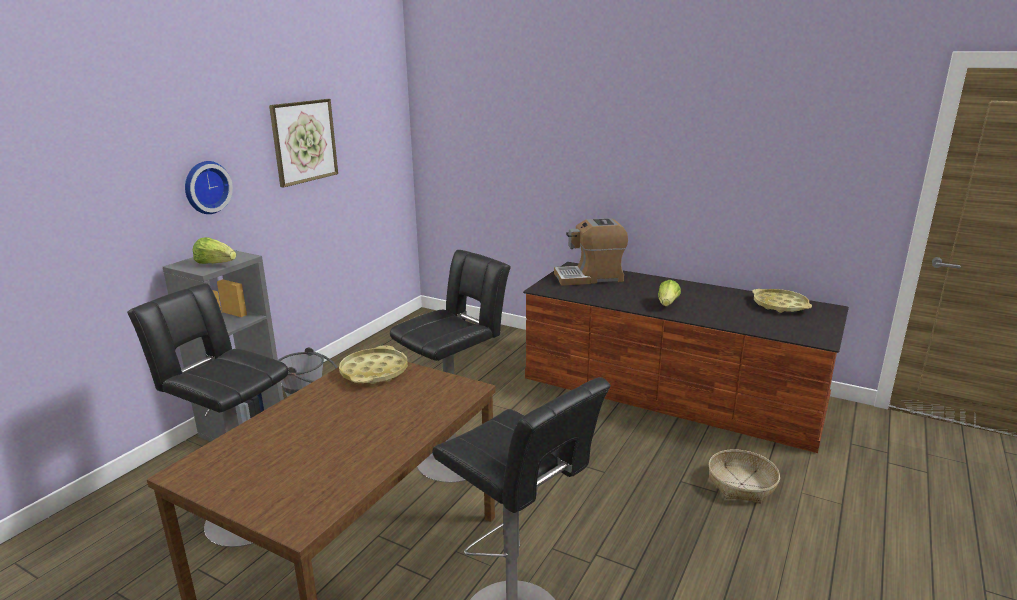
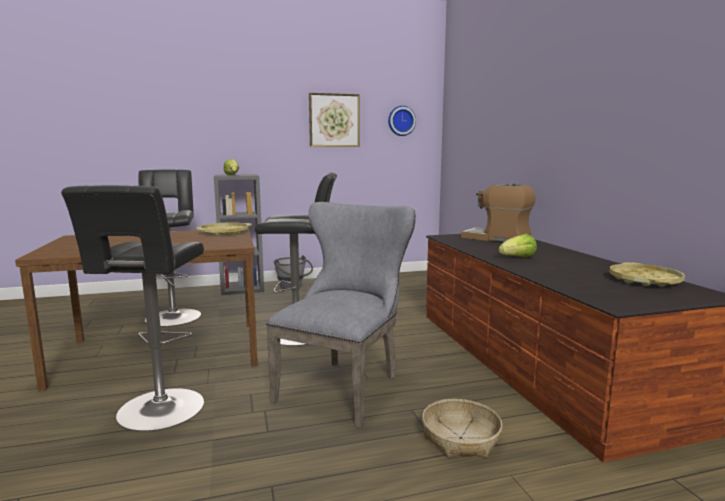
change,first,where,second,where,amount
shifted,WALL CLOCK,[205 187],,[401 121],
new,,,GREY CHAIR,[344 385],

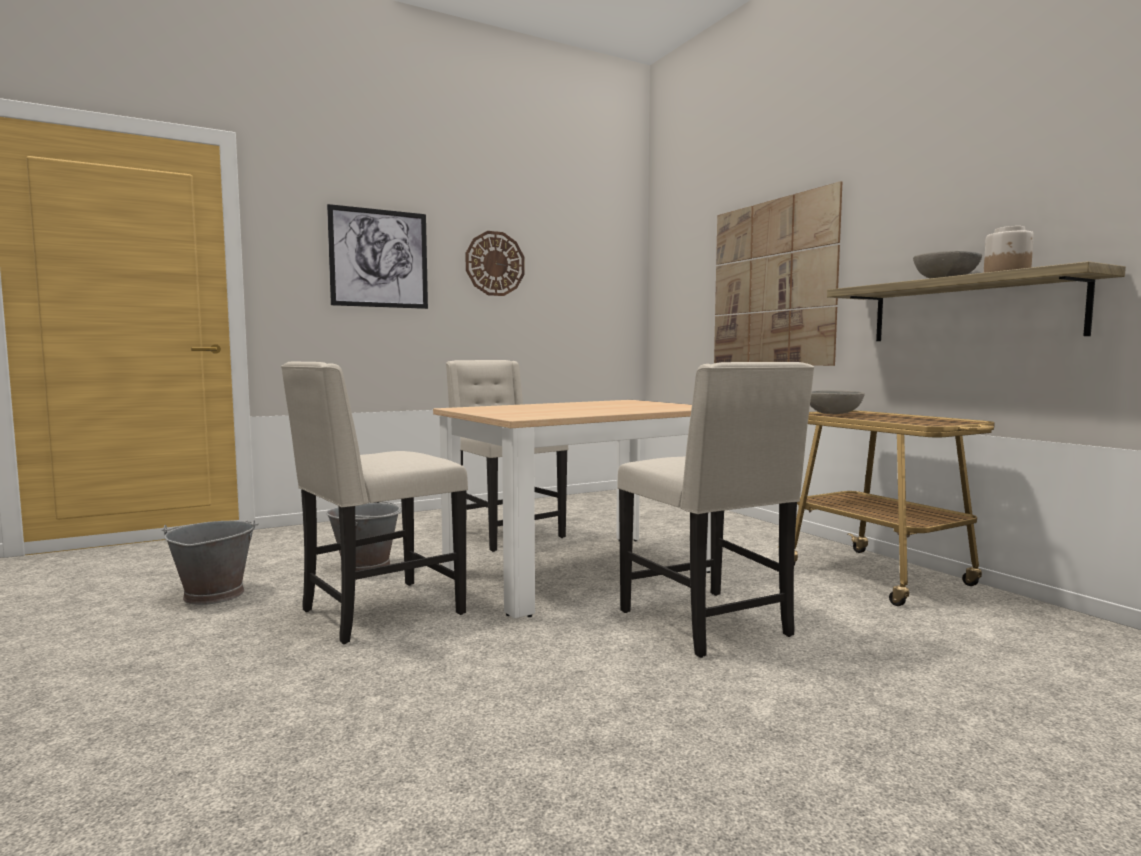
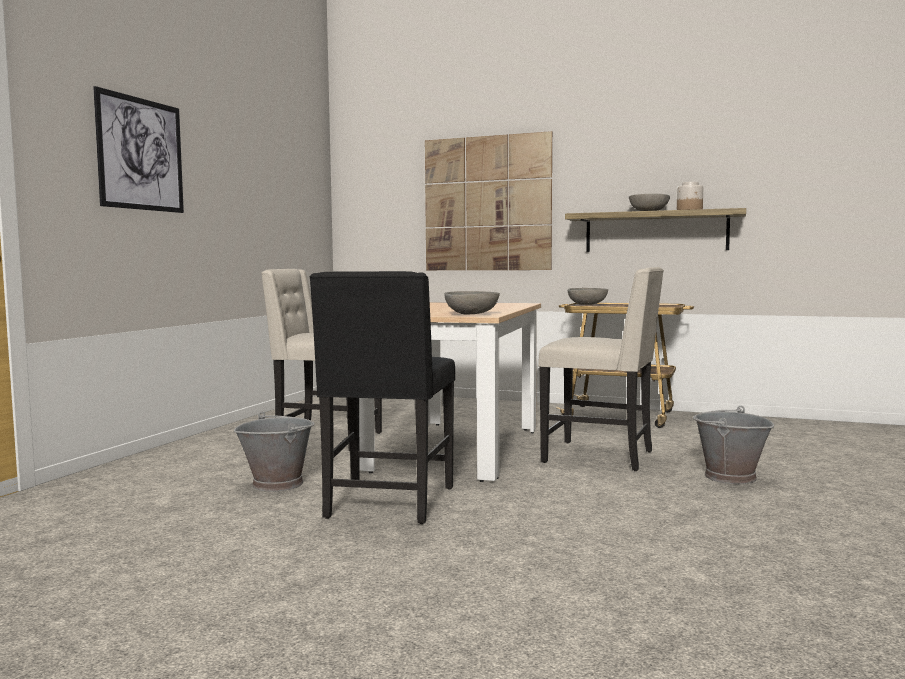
change,first,where,second,where,amount
gone,WALL CLOCK,[495 263],,,
repainted,BEIGE CHAIR,[378 612],BLACK CHAIR,[388 503],
shifted,GREY BUCKET,[213 595],,[729 477],
new,,,GREY BOWL,[471 314],

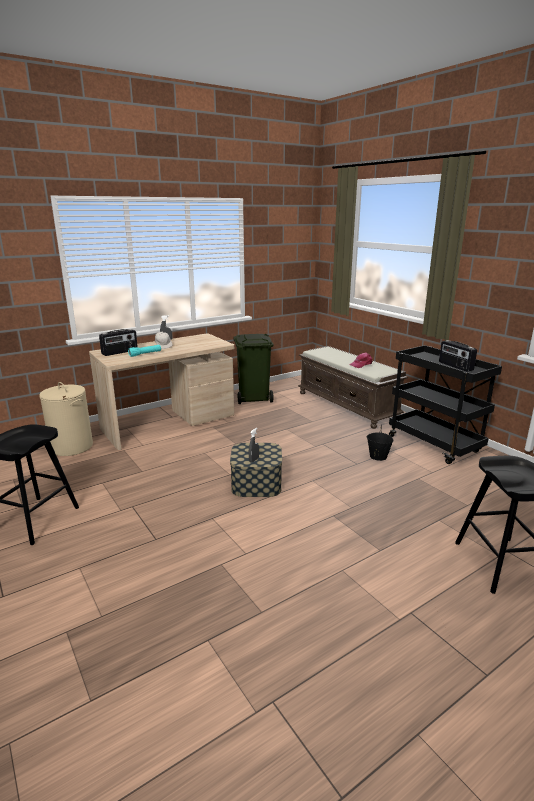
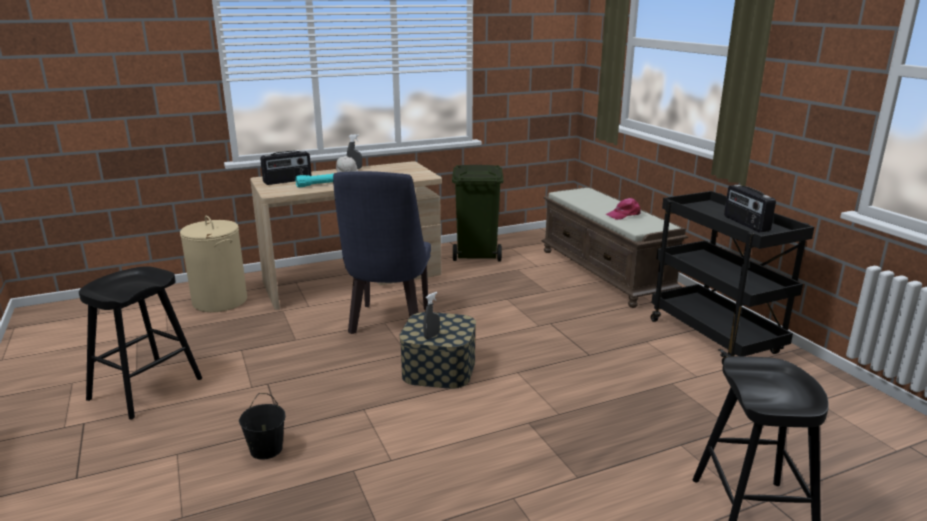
change,first,where,second,where,amount
shifted,BLACK BUCKET,[378 456],,[266 449],
new,,,BLUE CHAIR,[389 324],

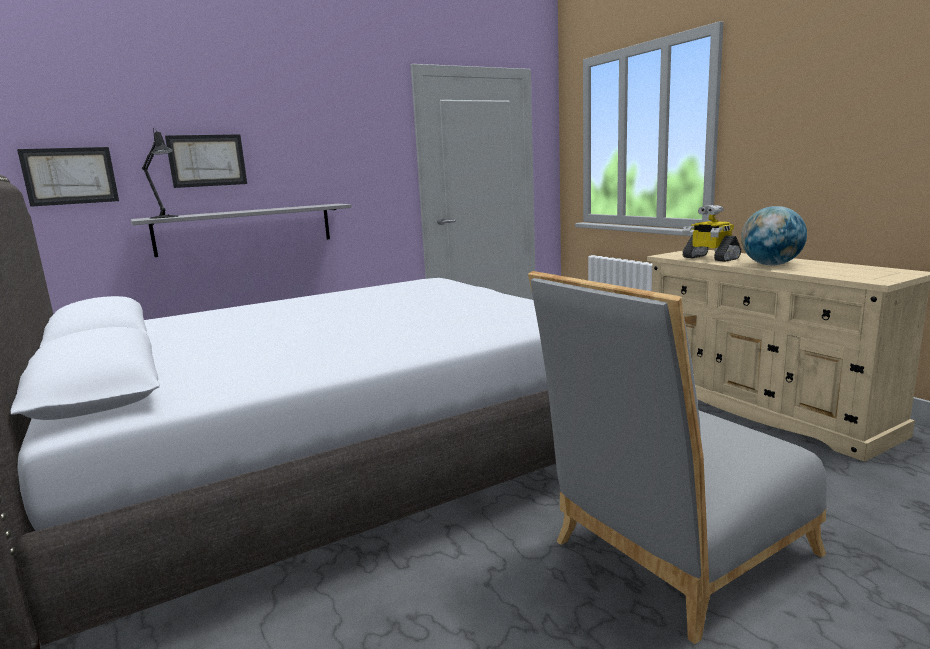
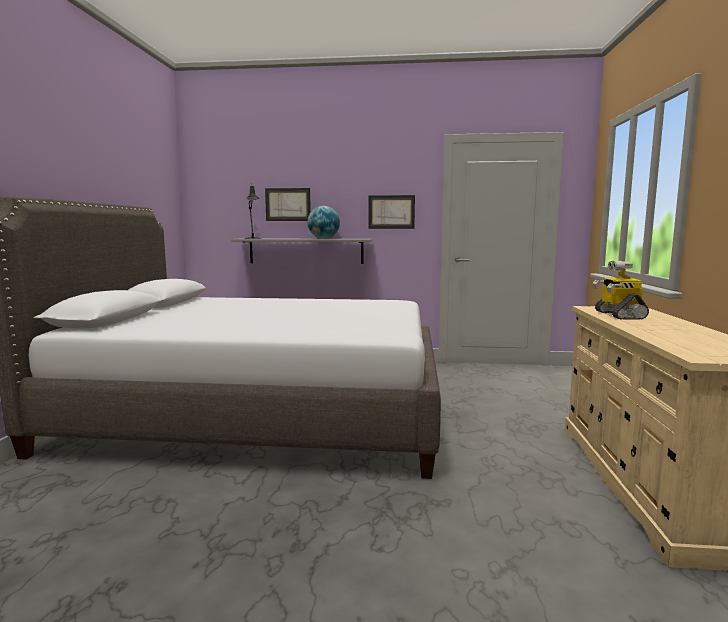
change,first,where,second,where,amount
shifted,PICTURE,[70 176],,[391 212],
shifted,GLOBE,[770 265],,[323 238],
gone,GREY CHAIR,[674 553],,,

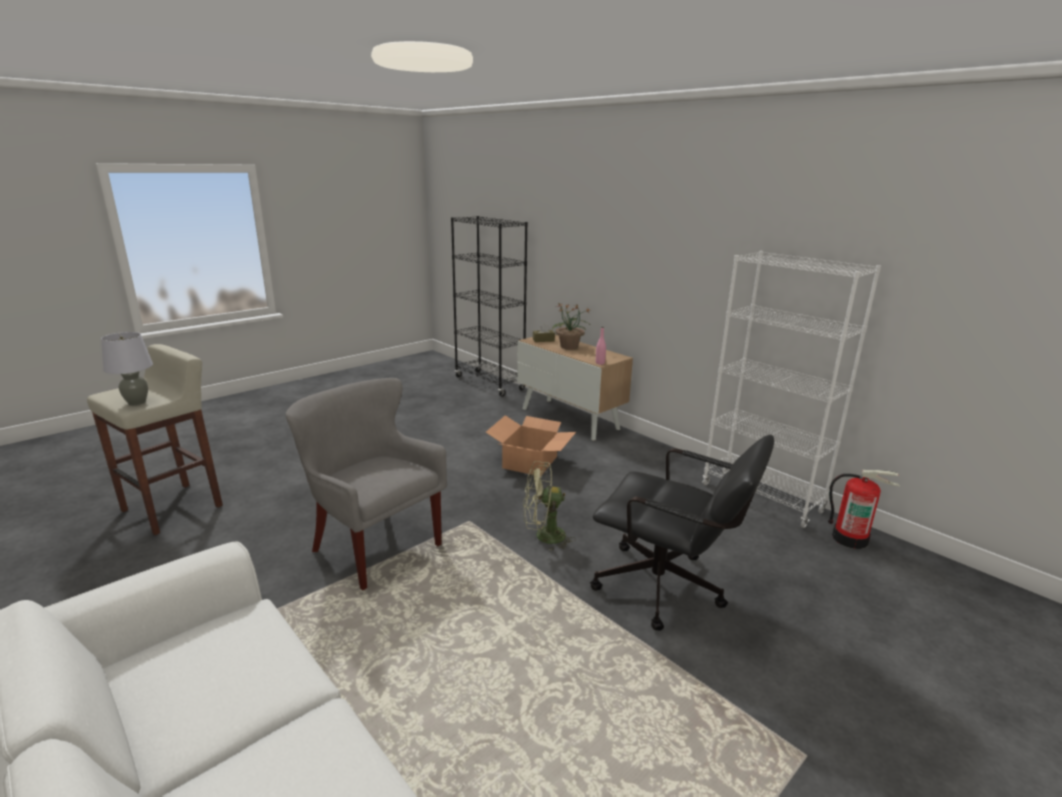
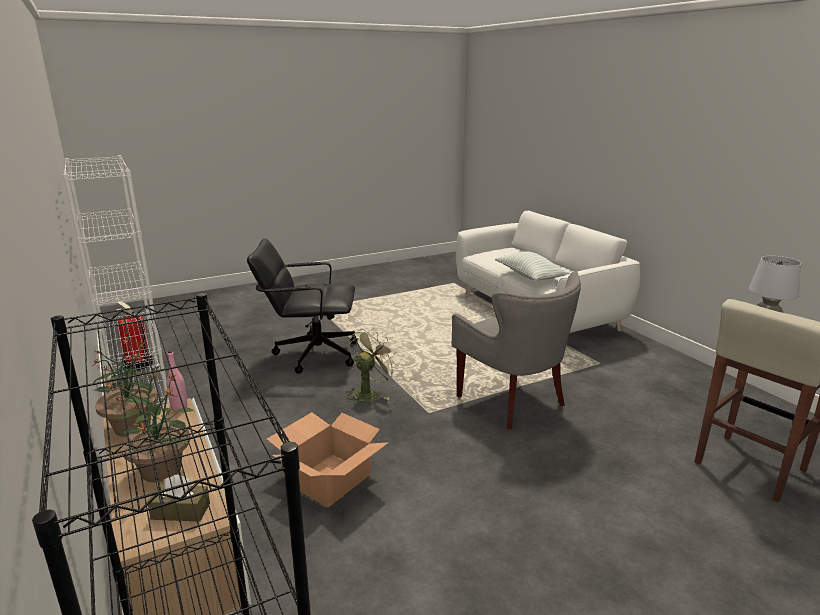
change,first,where,second,where,amount
rotated,BLACK OFFICE CHAIR,[669 590],,[309 354],45 degrees counterclockwise
rotated,GREEN FAN,[543 537],,[369 393],60 degrees counterclockwise
new,,,PILLOW,[530 276],
new,,,POTTED PLANT,[132 426],

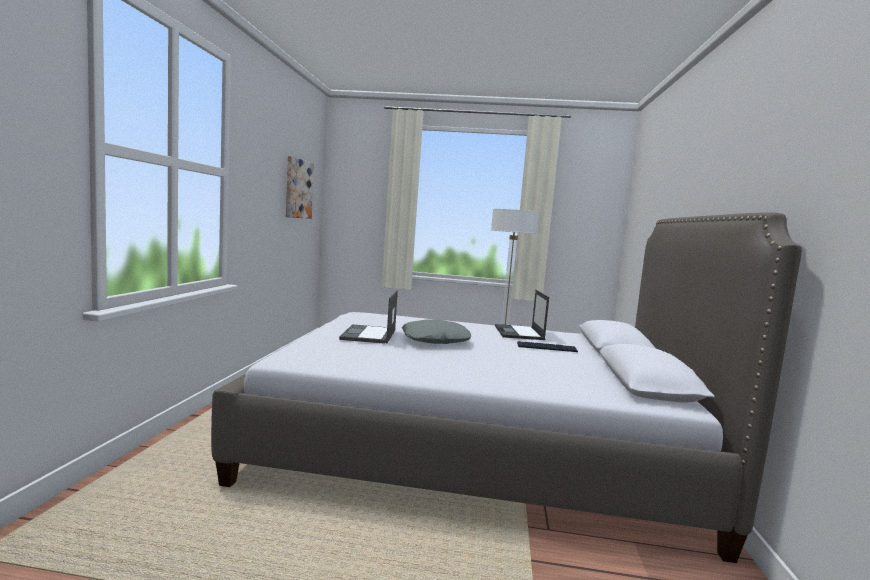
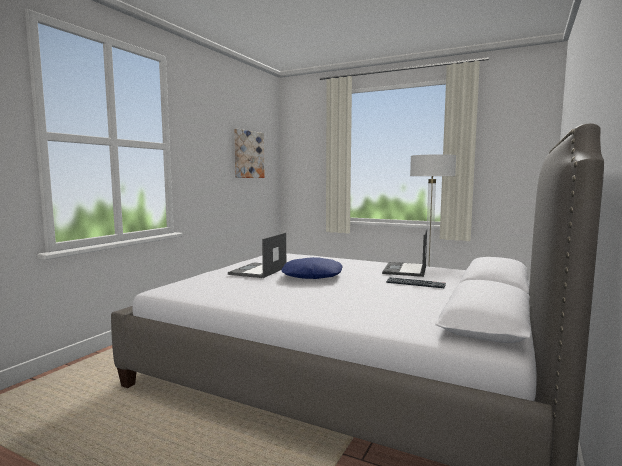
change,first,where,second,where,amount
repainted,GREY PILLOW,[435 340],BLUE PILLOW,[312 275],

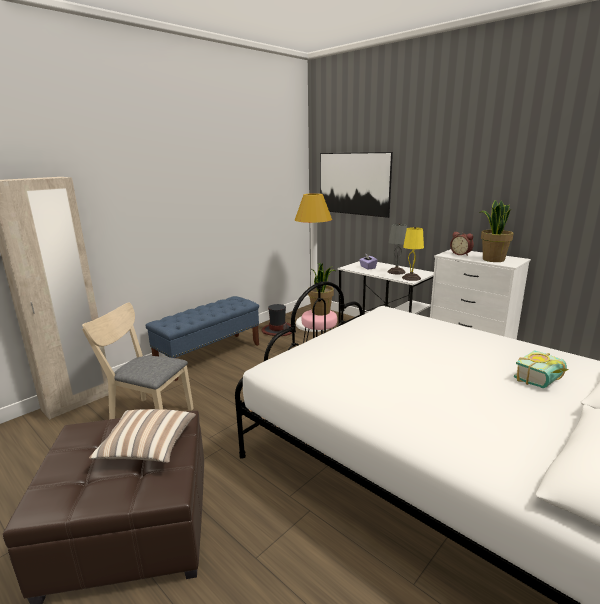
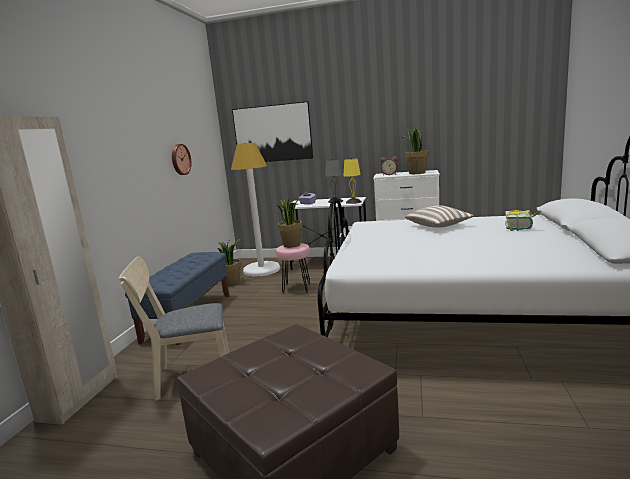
change,first,where,second,where,amount
swapped,HAT,[277 330],POTTED PLANT,[233 282],
shifted,PILLOW,[148 448],,[439 226],
new,,,WALL CLOCK,[180 159],

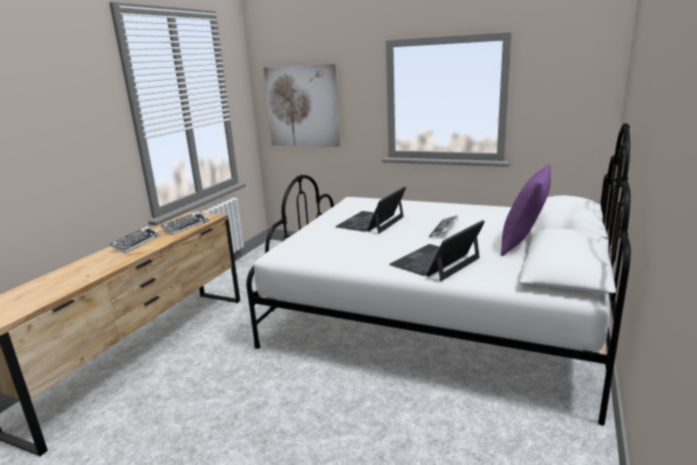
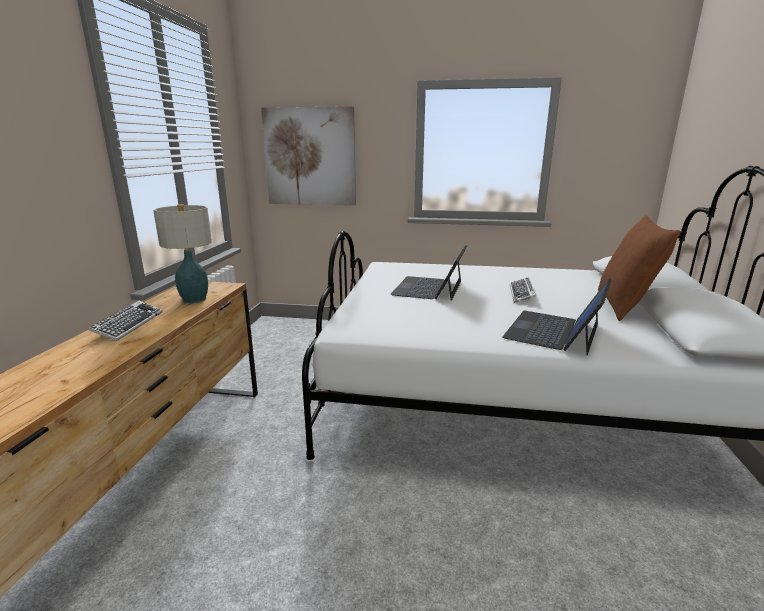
change,first,where,second,where,amount
repainted,PURPLE PILLOW,[523 243],BROWN PILLOW,[625 306],
swapped,KEYBOARD,[186 226],TABLE LAMP,[194 299],

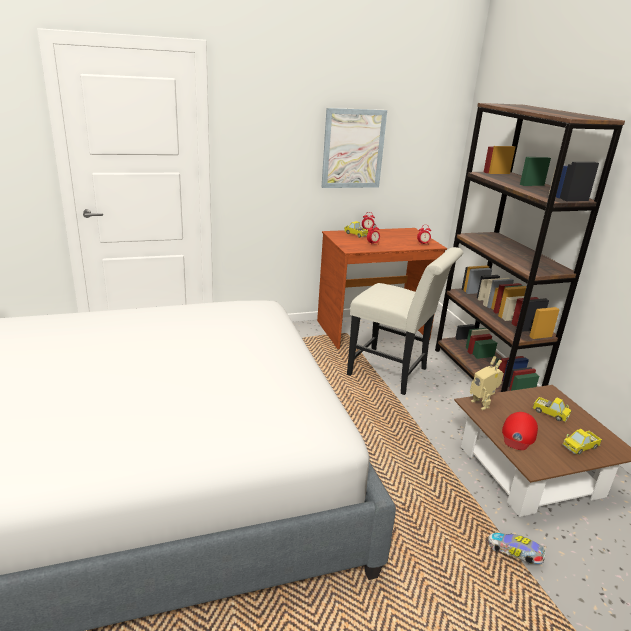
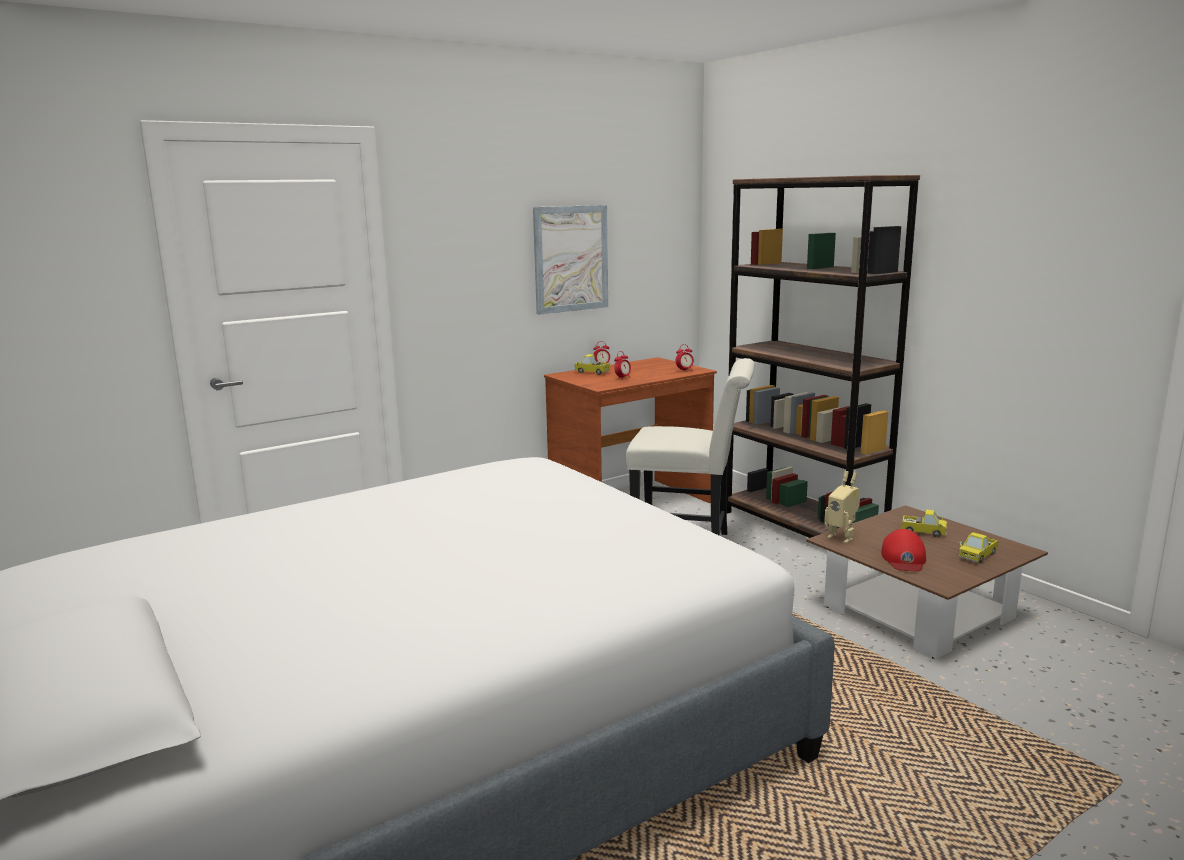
change,first,where,second,where,amount
gone,TOY CAR,[515 554],,,

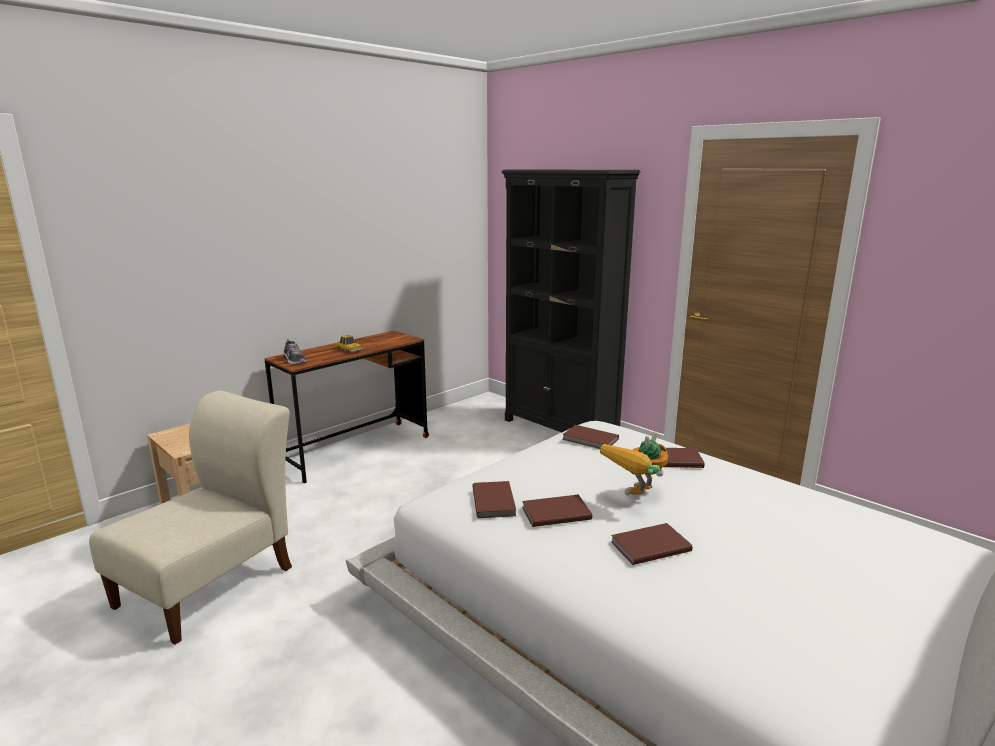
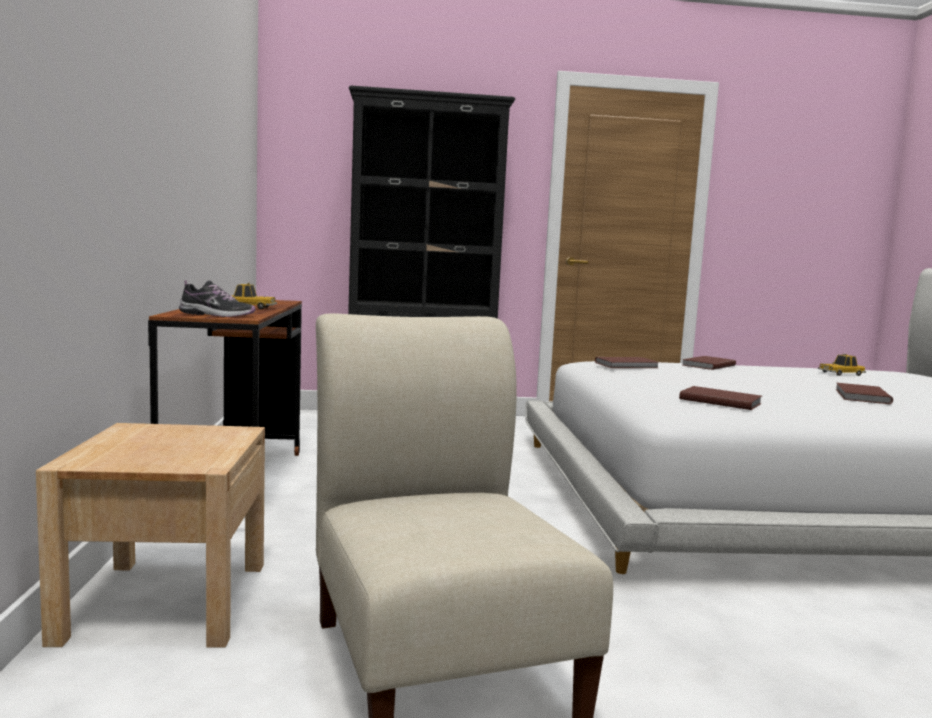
change,first,where,second,where,amount
gone,TOY ROBOT,[637 499],,,
gone,BROWN BOOK,[555 512],,,
new,,,TOY CAR,[841 374],

